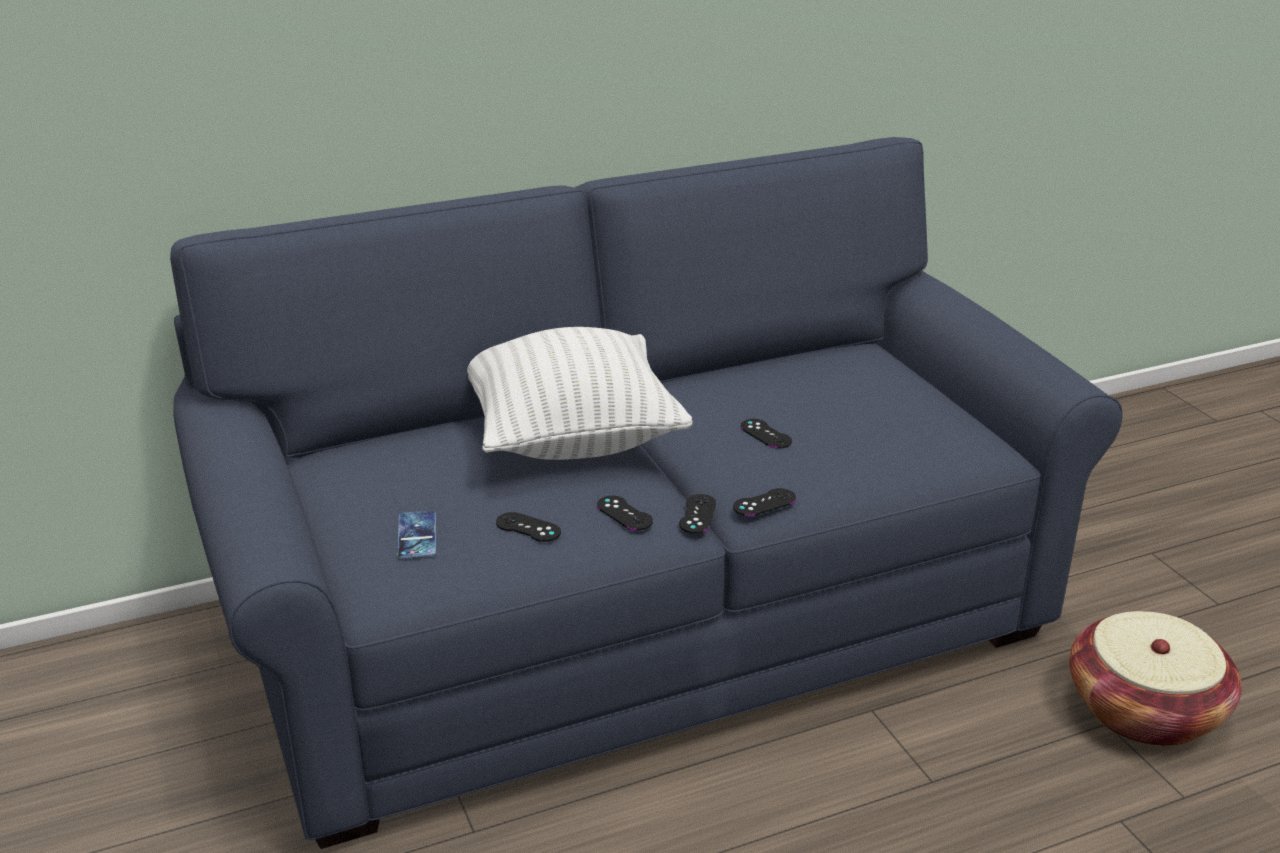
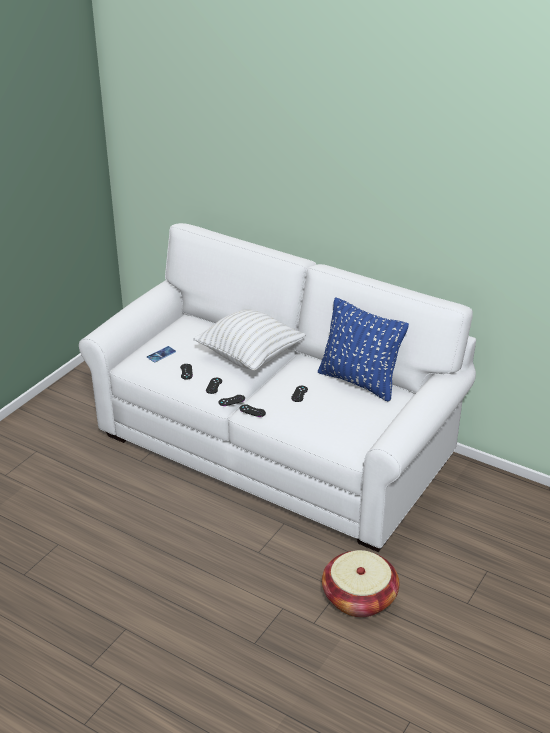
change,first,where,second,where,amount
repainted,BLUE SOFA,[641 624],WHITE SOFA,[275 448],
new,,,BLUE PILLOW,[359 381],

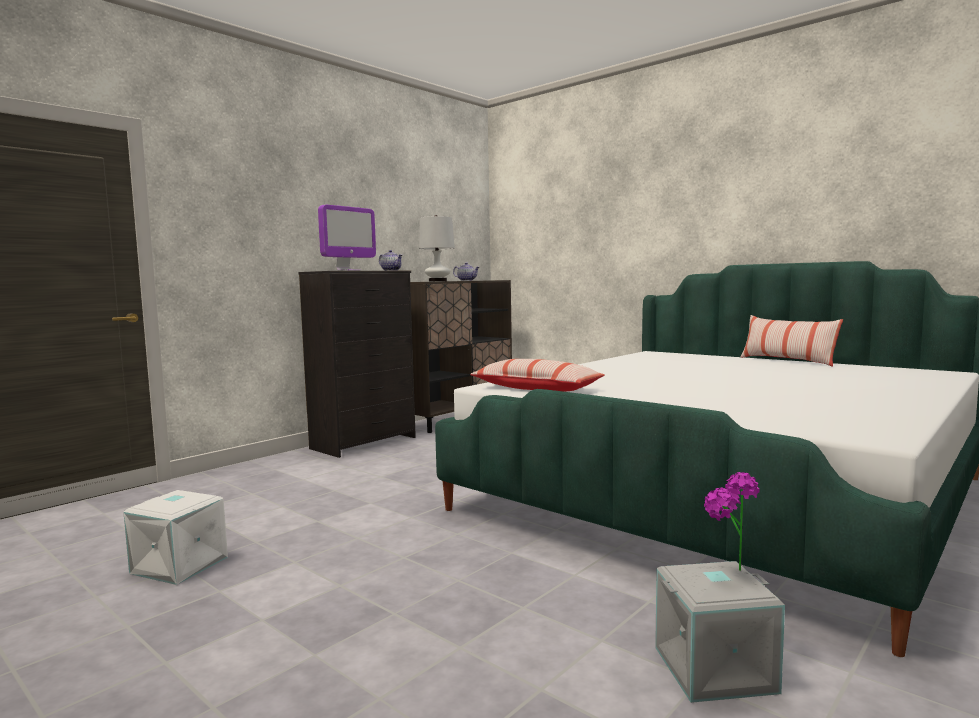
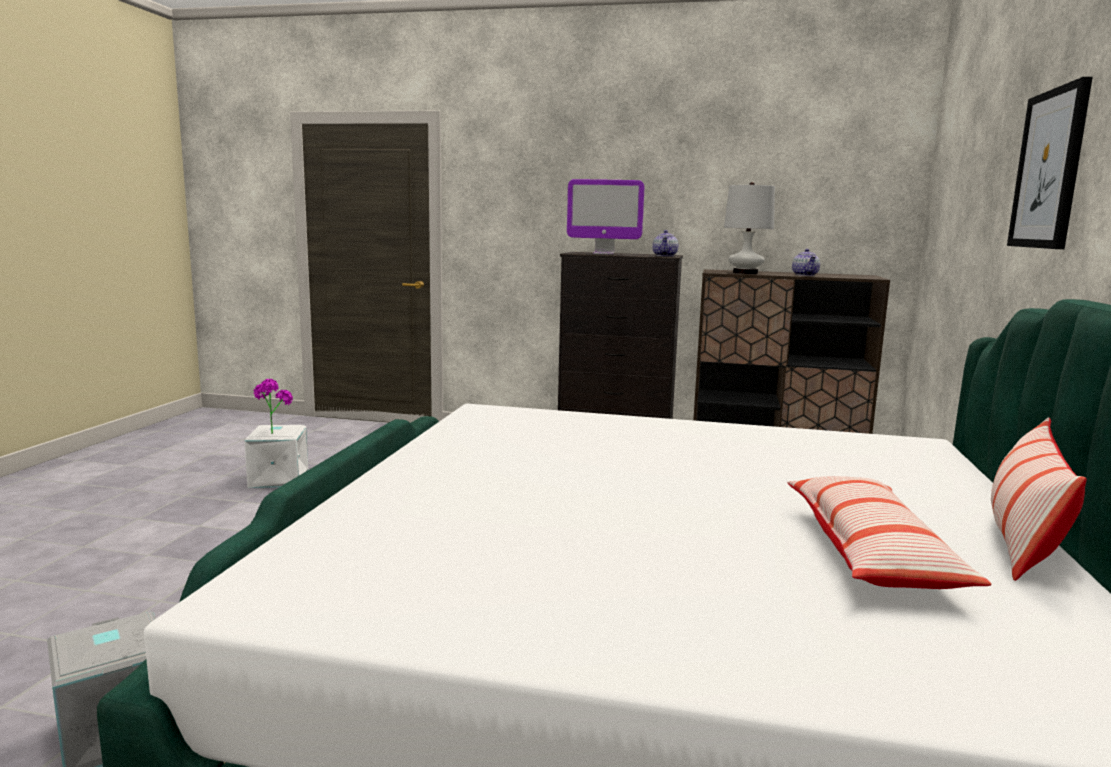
change,first,where,second,where,amount
shifted,PILLOW,[536 389],,[870 552],
shifted,POTTED PLANT,[726 568],,[273 432],
new,,,PICTURE,[1049 169],

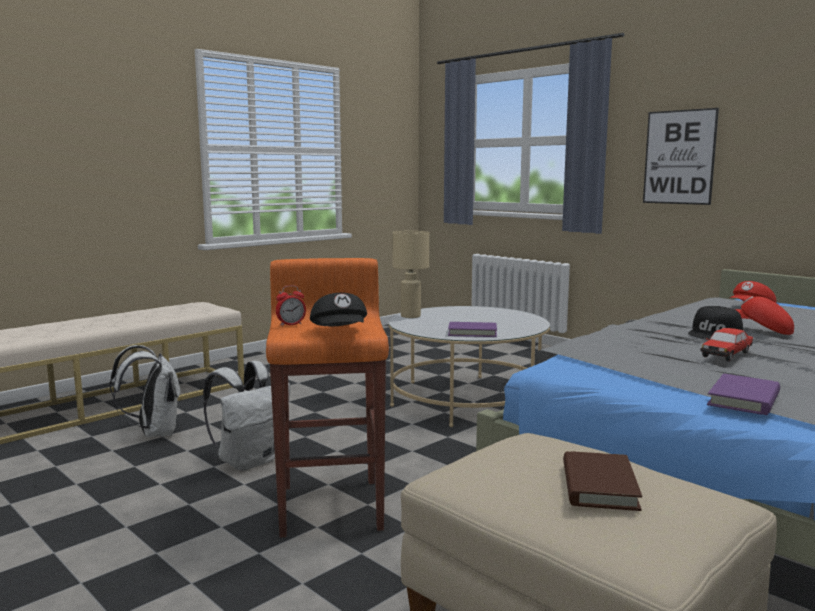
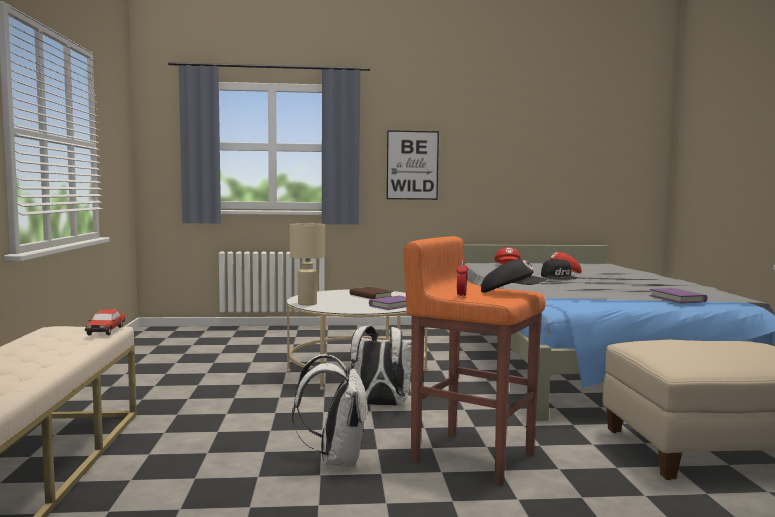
change,first,where,second,where,amount
shifted,TOY CAR,[726 354],,[106 330],
shifted,WHITE BACKPACK,[154 433],,[381 405],
shifted,BROWN BOOK,[599 486],,[371 296],

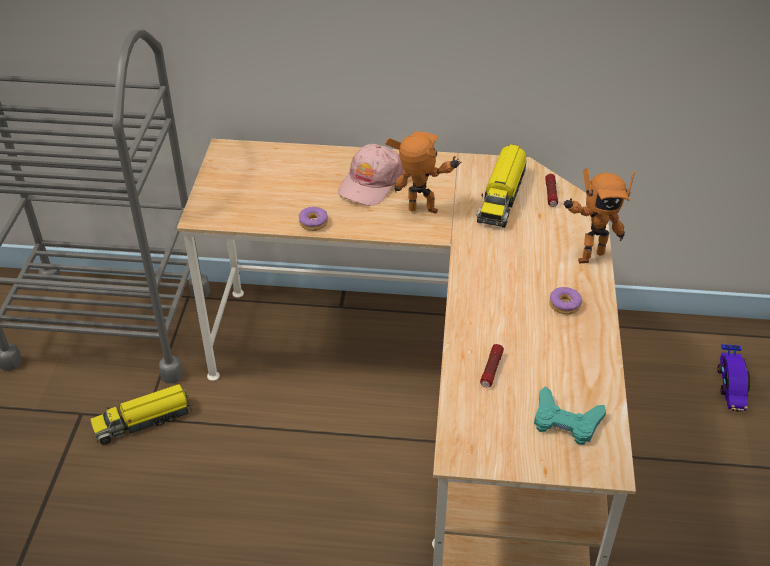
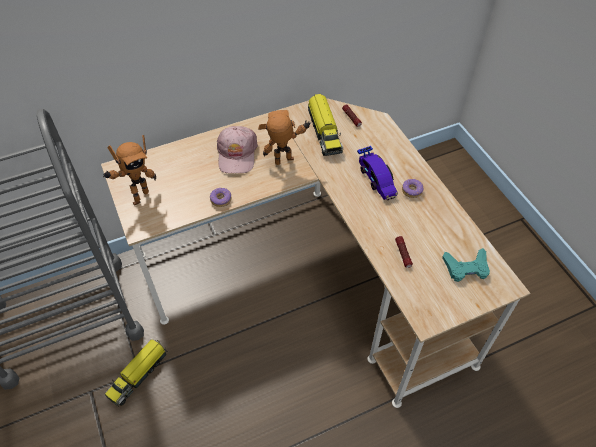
change,first,where,second,where,amount
shifted,TOY ROBOT,[588 255],,[138 196],
shifted,TOY CAR,[731 385],,[376 179],

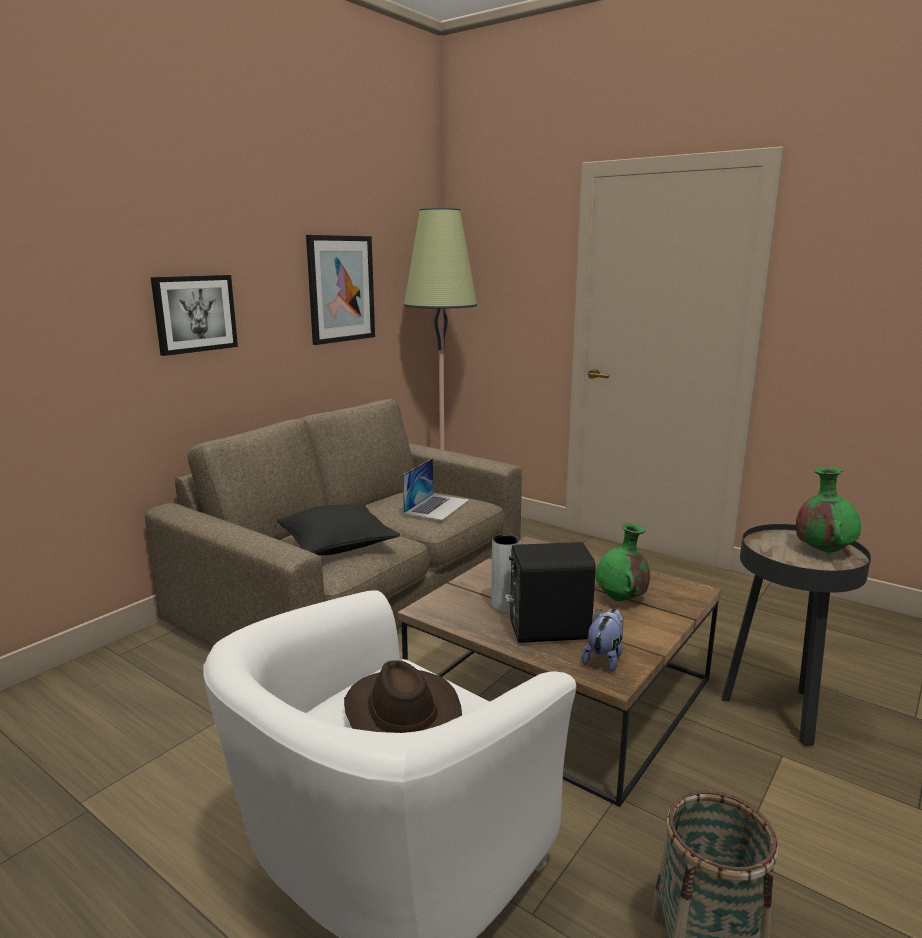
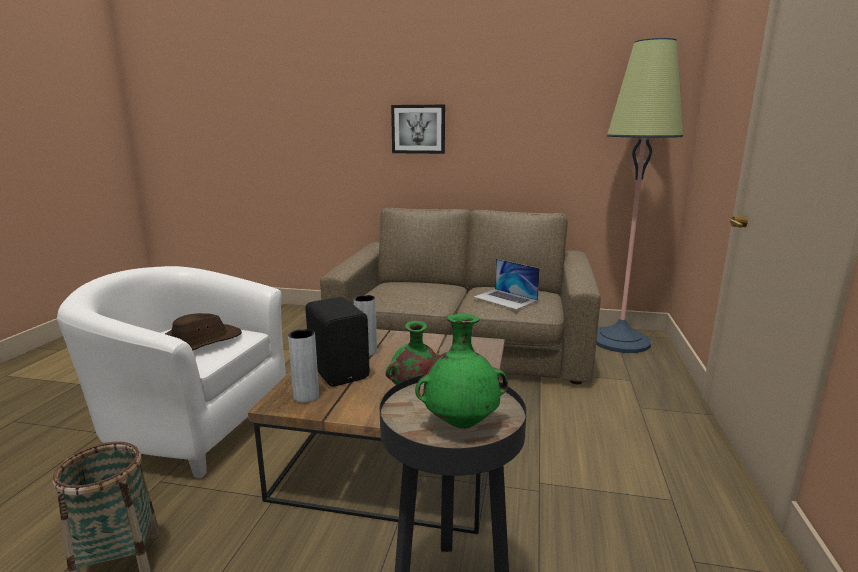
change,first,where,second,where,amount
gone,PICTURE,[341 289],,,
rotated,LAPTOP,[437 506],,[505 299],45 degrees clockwise
gone,BLACK PILLOW,[337 544],,,
swapped,PLUSH TOY,[604 658],GREY VASE,[306 396],

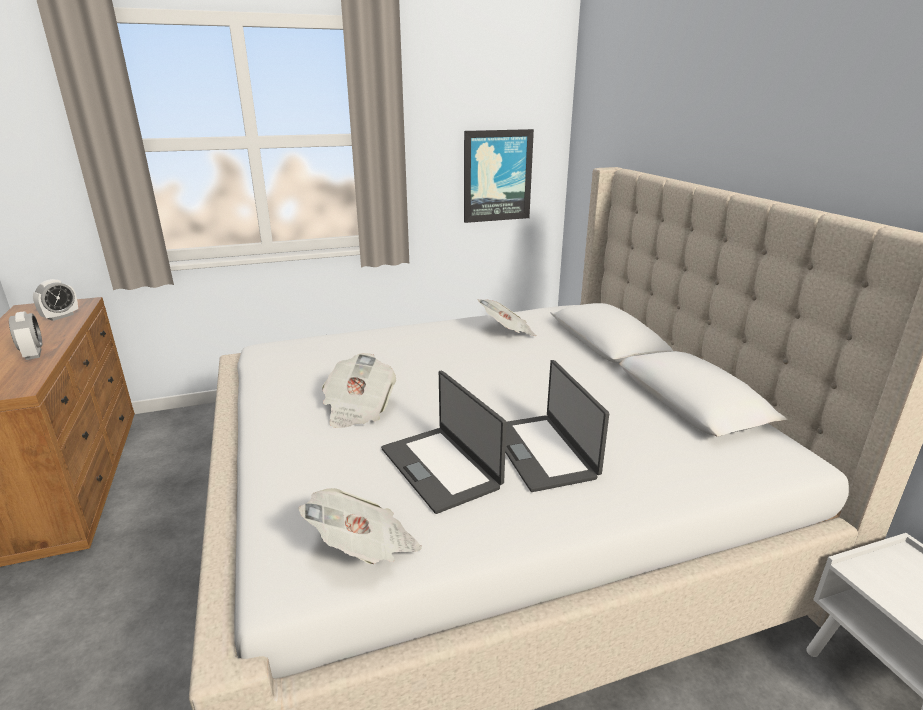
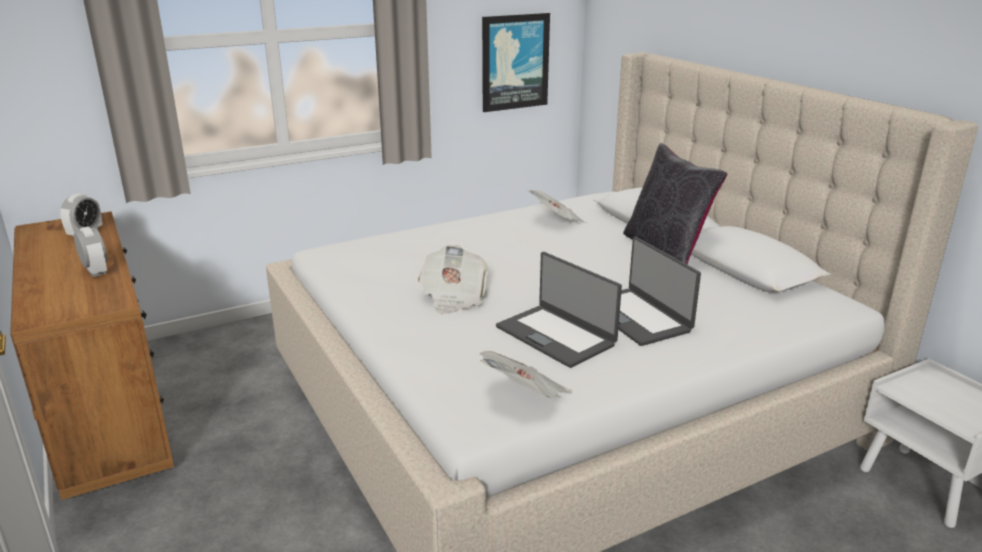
change,first,where,second,where,amount
new,,,BLACK PILLOW,[666 251],

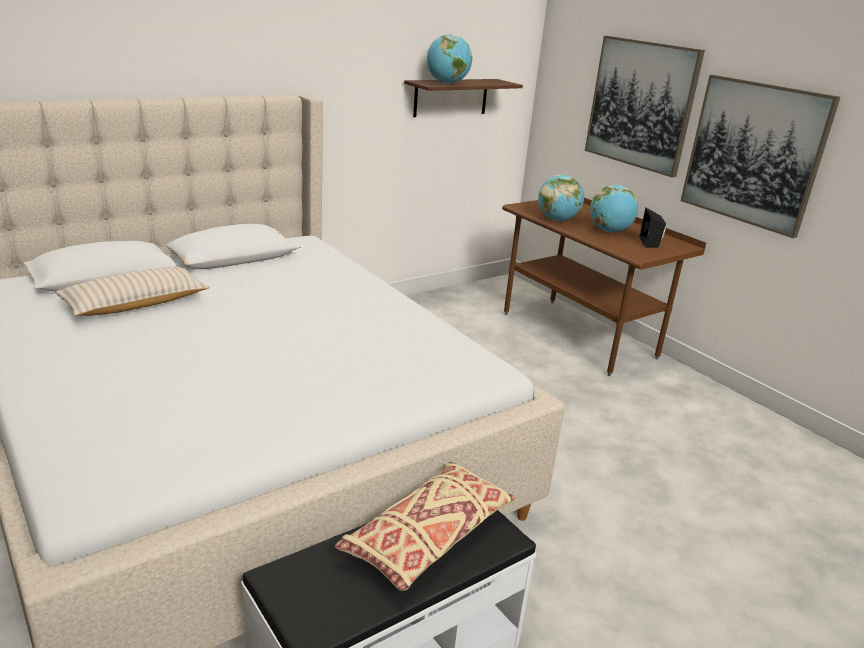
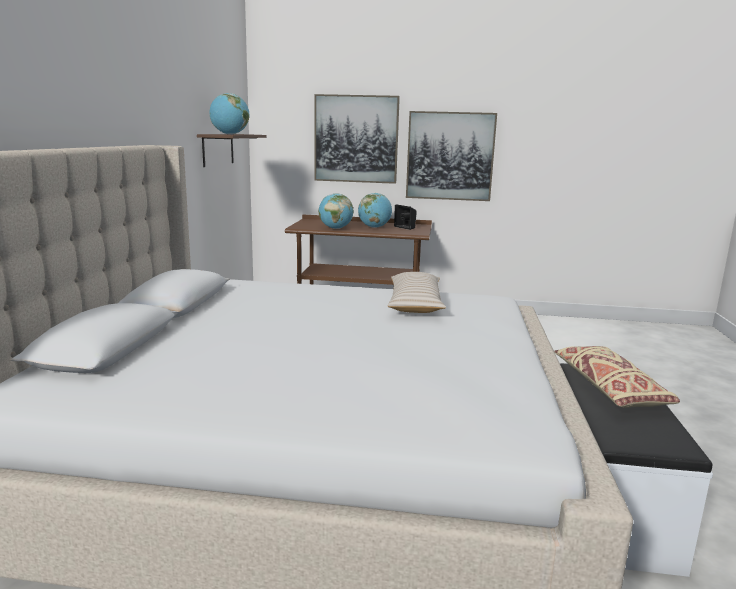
change,first,where,second,where,amount
shifted,BEIGE PILLOW,[135 304],,[415 303],

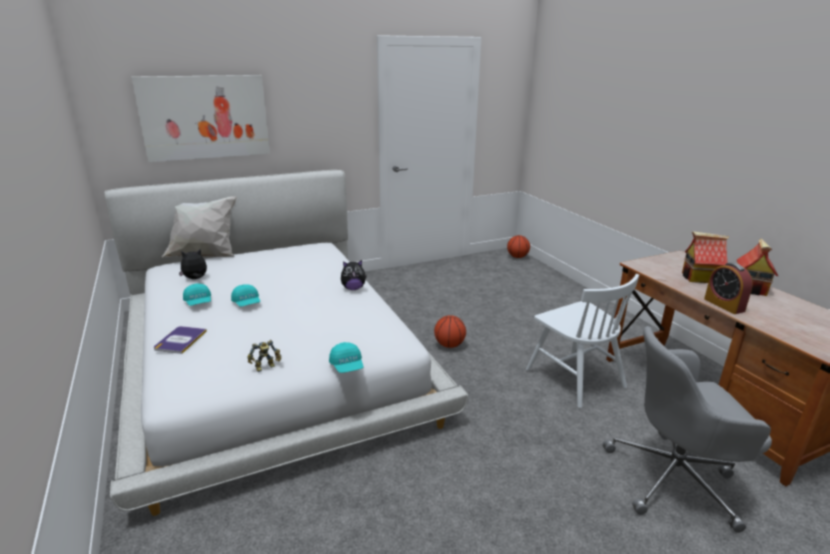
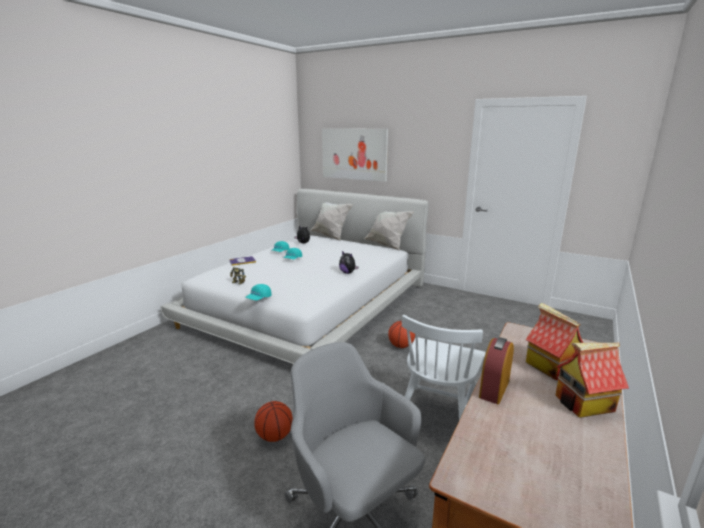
change,first,where,second,where,amount
shifted,BASKETBALL,[517 257],,[274 436],
new,,,WHITE PILLOW,[386 245],

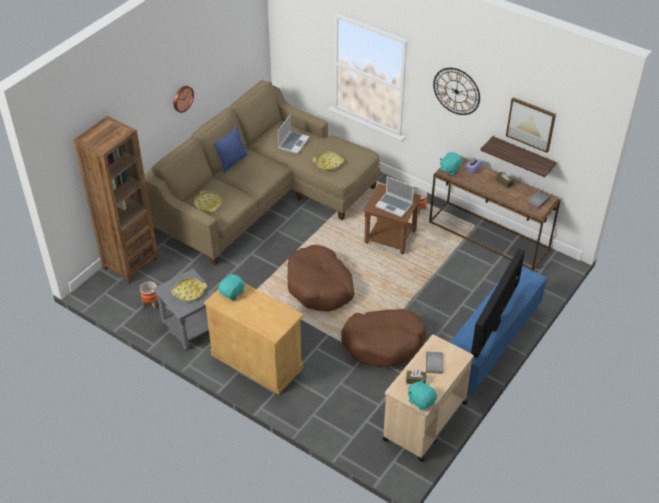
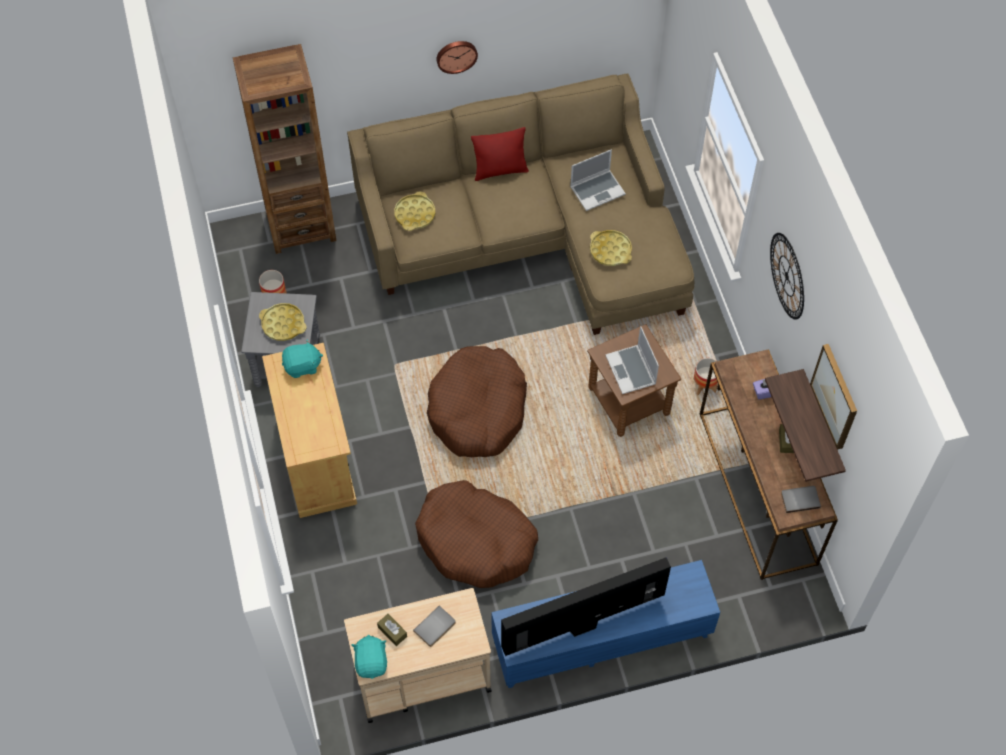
change,first,where,second,where,amount
repainted,BLUE PILLOW,[232 162],RED PILLOW,[500 170],
gone,TURQUOISE PLUSH TOY,[450 169],,,

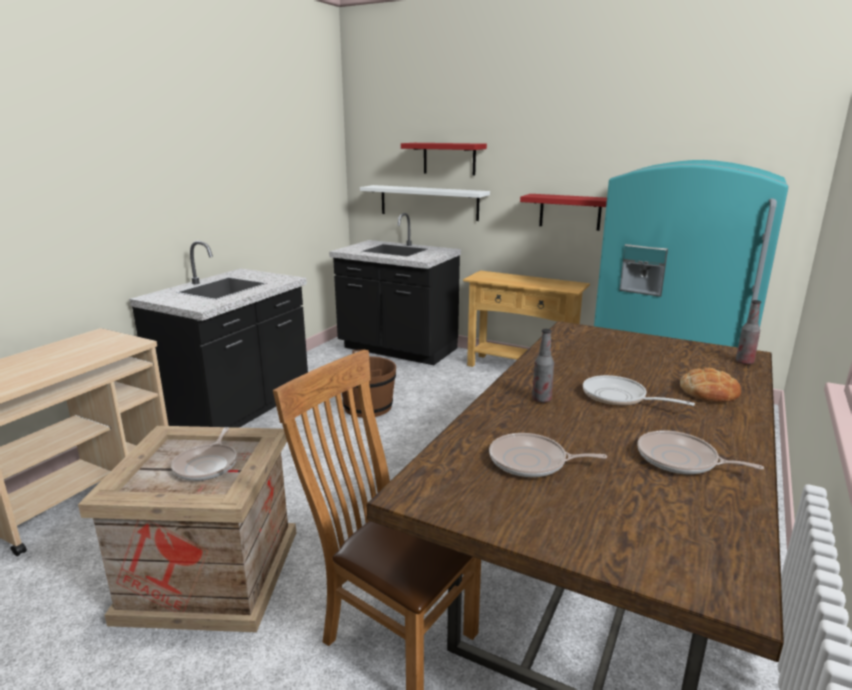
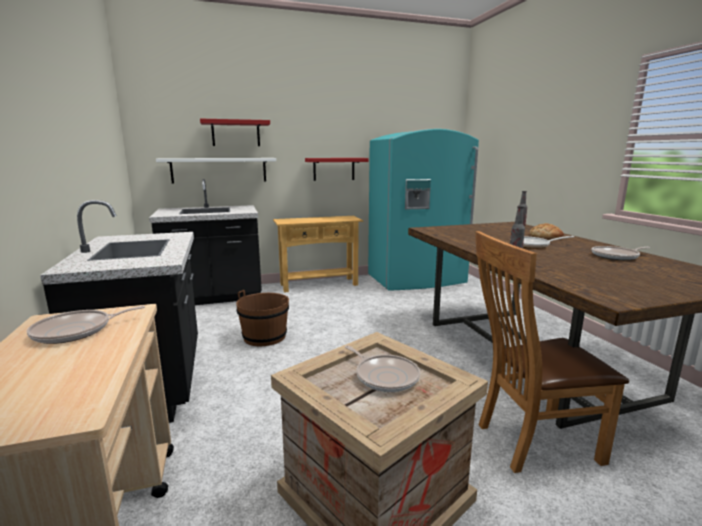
change,first,where,second,where,amount
shifted,FRYING PAN,[532 462],,[76 331],

